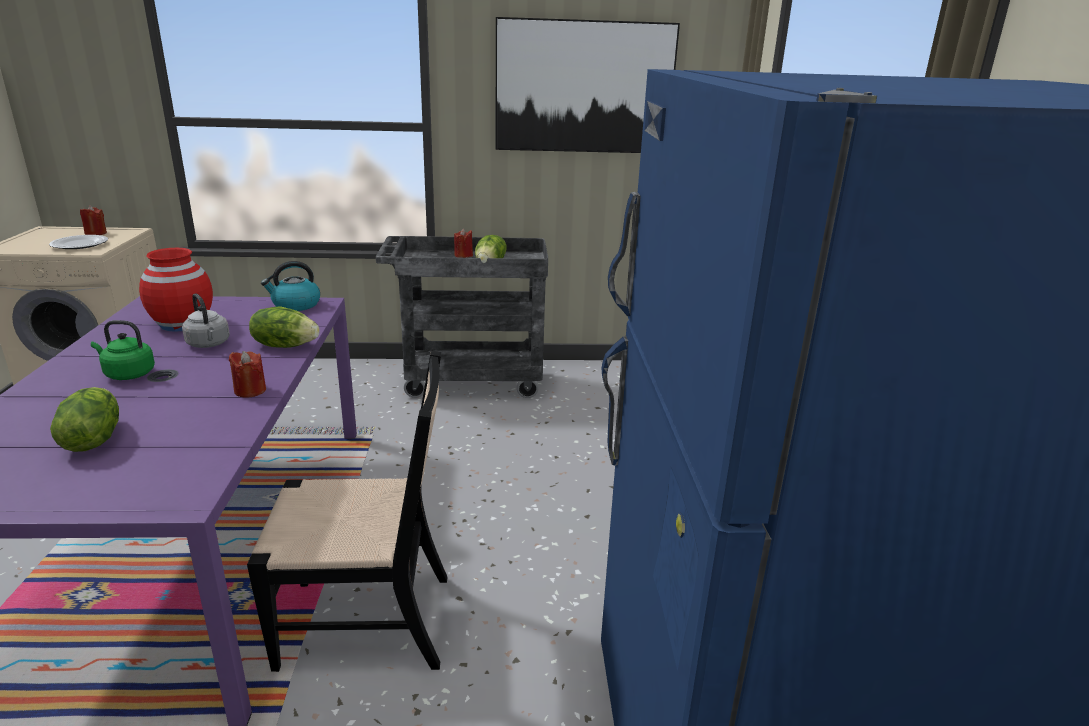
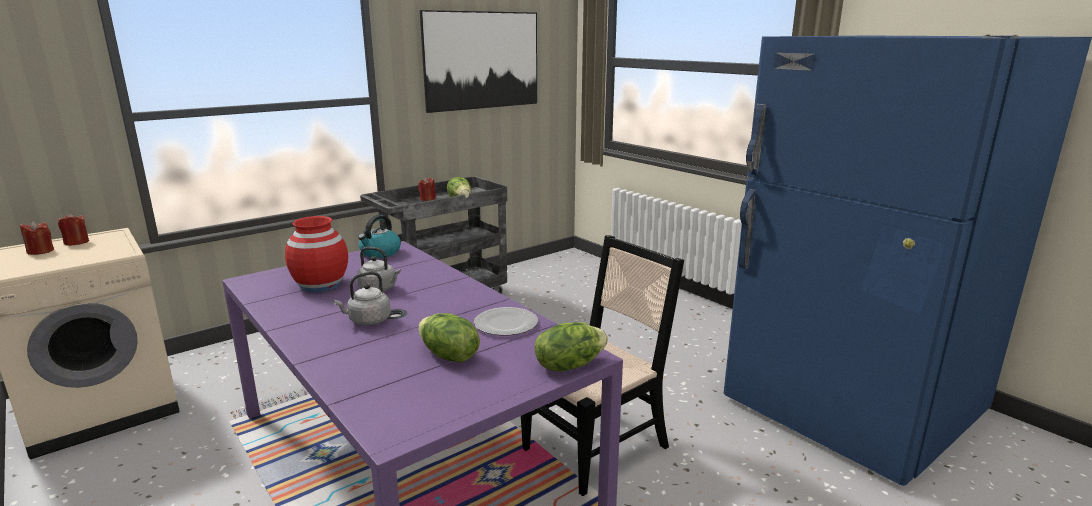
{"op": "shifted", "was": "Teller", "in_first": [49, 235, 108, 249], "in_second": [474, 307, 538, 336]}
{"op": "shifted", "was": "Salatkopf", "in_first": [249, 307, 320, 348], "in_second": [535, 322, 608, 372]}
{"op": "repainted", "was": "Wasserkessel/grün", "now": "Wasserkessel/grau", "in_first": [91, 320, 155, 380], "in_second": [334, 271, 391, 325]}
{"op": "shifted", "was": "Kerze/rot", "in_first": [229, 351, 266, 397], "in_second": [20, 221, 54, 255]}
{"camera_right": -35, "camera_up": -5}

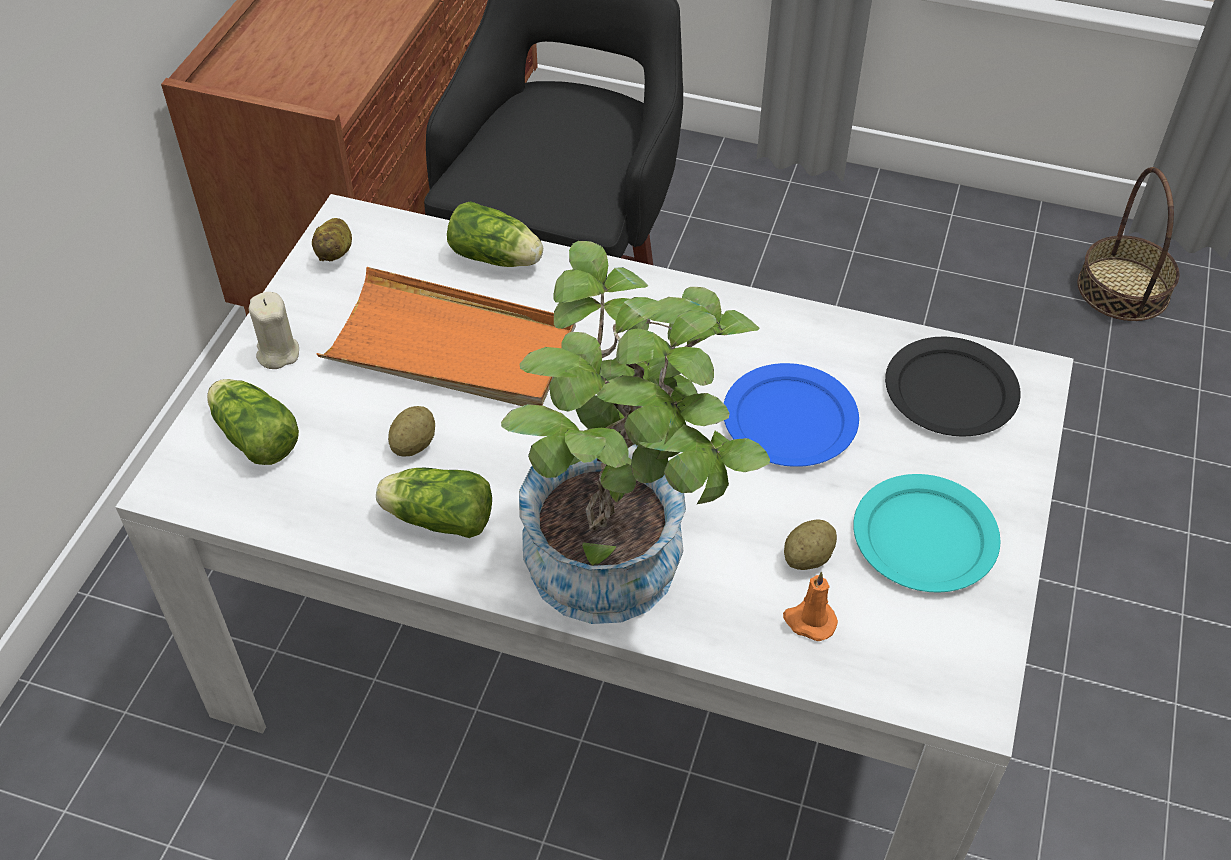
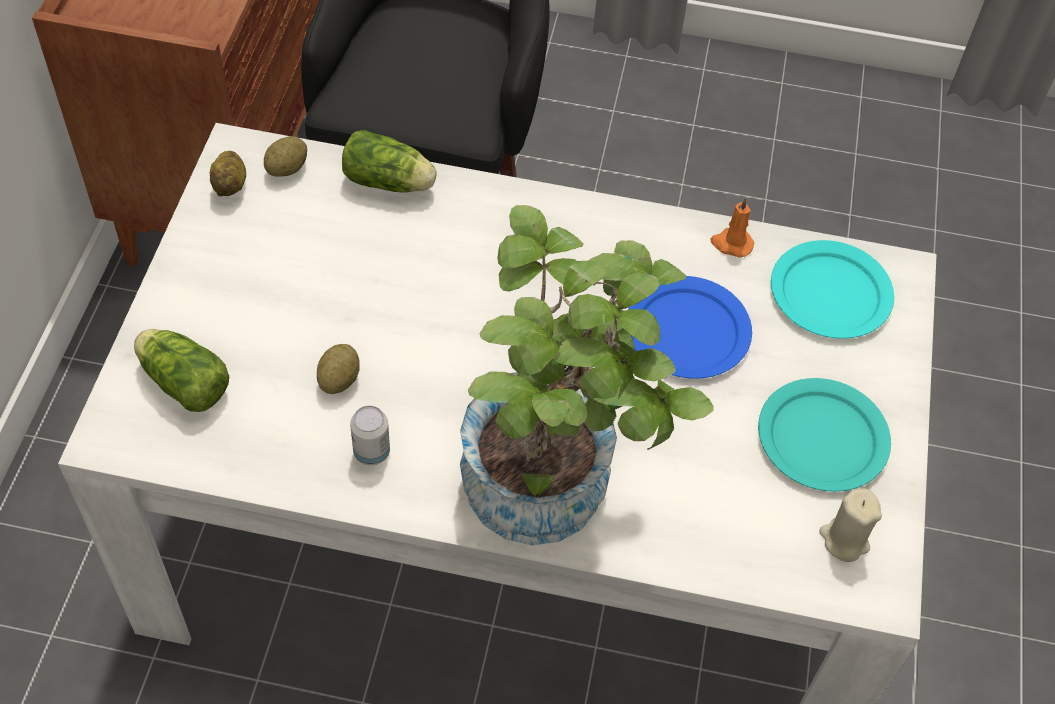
{"op": "gone", "was": "Korb", "in_first": [1078, 167, 1180, 321]}
{"op": "gone", "was": "Tablett/orange", "in_first": [317, 267, 576, 406]}
{"op": "shifted", "was": "Kerze/beige", "in_first": [249, 292, 299, 369], "in_second": [819, 488, 882, 562]}
{"op": "repainted", "was": "Teller/schwarz", "now": "Teller/türkis", "in_first": [885, 337, 1021, 437], "in_second": [771, 240, 894, 339]}
{"op": "swapped", "was": "Salatkopf", "now": "Dose", "in_first": [376, 468, 492, 538], "in_second": [350, 406, 390, 465]}
{"op": "shifted", "was": "Kartoffel", "in_first": [784, 520, 837, 570], "in_second": [264, 136, 307, 177]}
{"op": "shifted", "was": "Kerze/orange", "in_first": [783, 572, 838, 641], "in_second": [710, 198, 754, 257]}
{"camera_right": -10, "camera_up": 5}

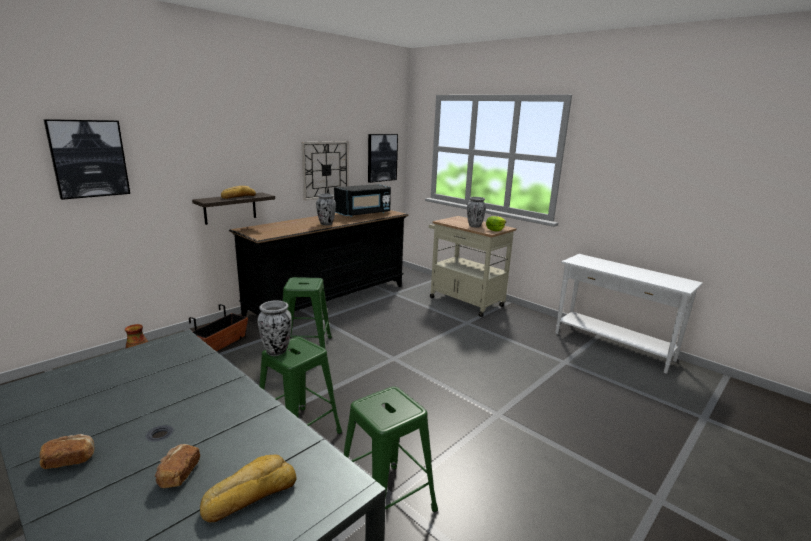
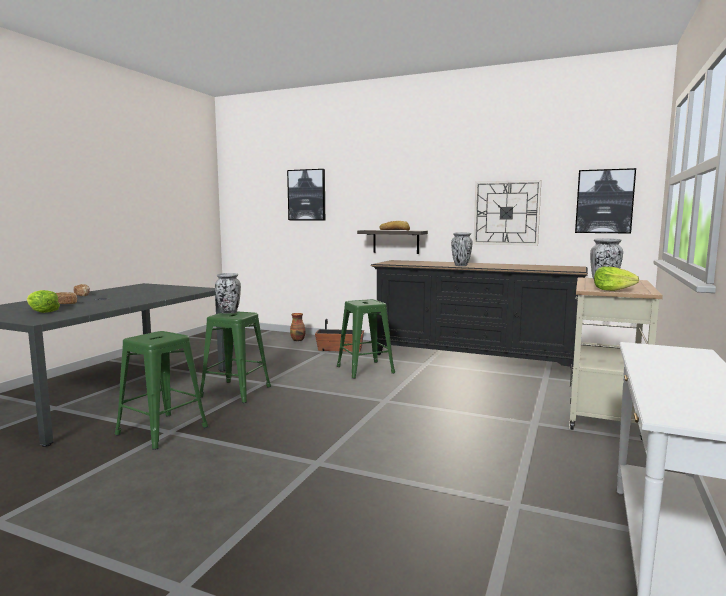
{"op": "gone", "was": "Mikrowelle/schwarz", "in_first": [334, 184, 391, 217]}
{"op": "swapped", "was": "Brot", "now": "Salatkopf", "in_first": [200, 455, 296, 522], "in_second": [27, 290, 60, 313]}
{"camera_right": 70, "camera_up": -10}

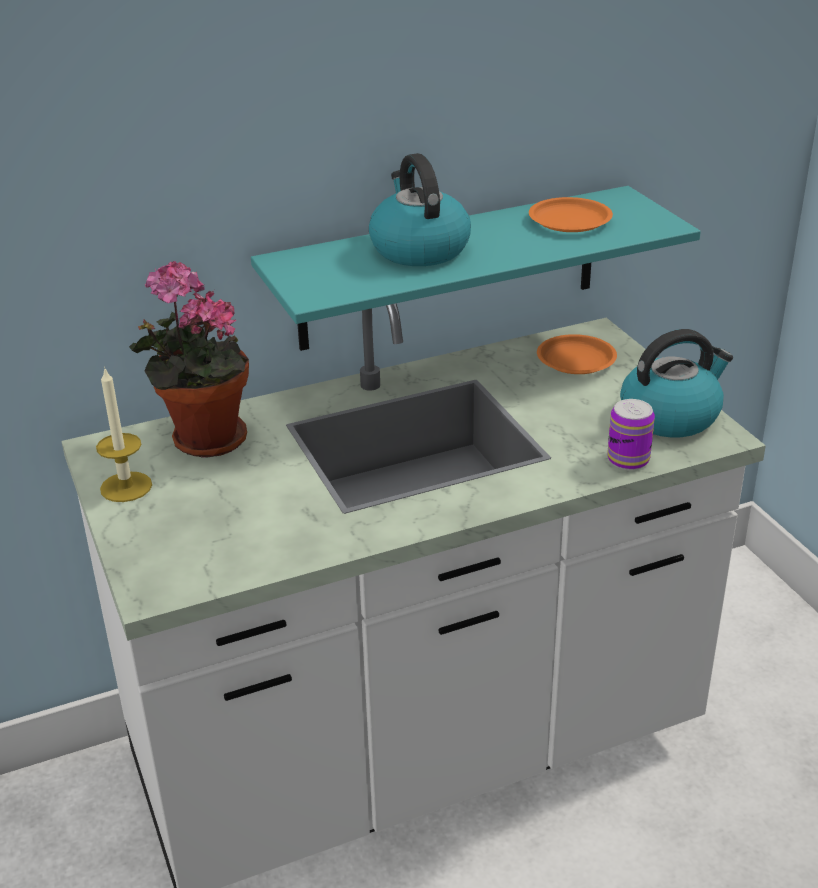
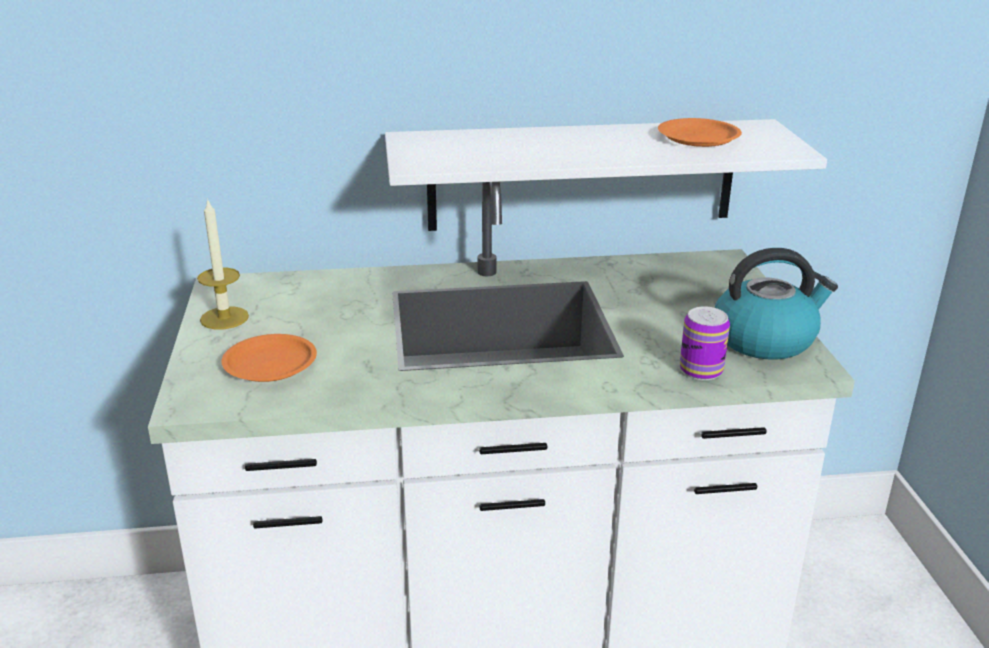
{"op": "gone", "was": "Wasserkessel", "in_first": [369, 153, 471, 266]}
{"op": "repainted", "was": "Wandregal/türkis", "now": "Wandregal/weiß", "in_first": [251, 186, 701, 351], "in_second": [385, 119, 827, 231]}
{"op": "gone", "was": "Topfpflanze", "in_first": [129, 261, 249, 458]}
{"op": "shifted", "was": "Teller/orange", "in_first": [537, 334, 617, 374], "in_second": [221, 334, 317, 382]}
{"camera_right": 15, "camera_up": -5}

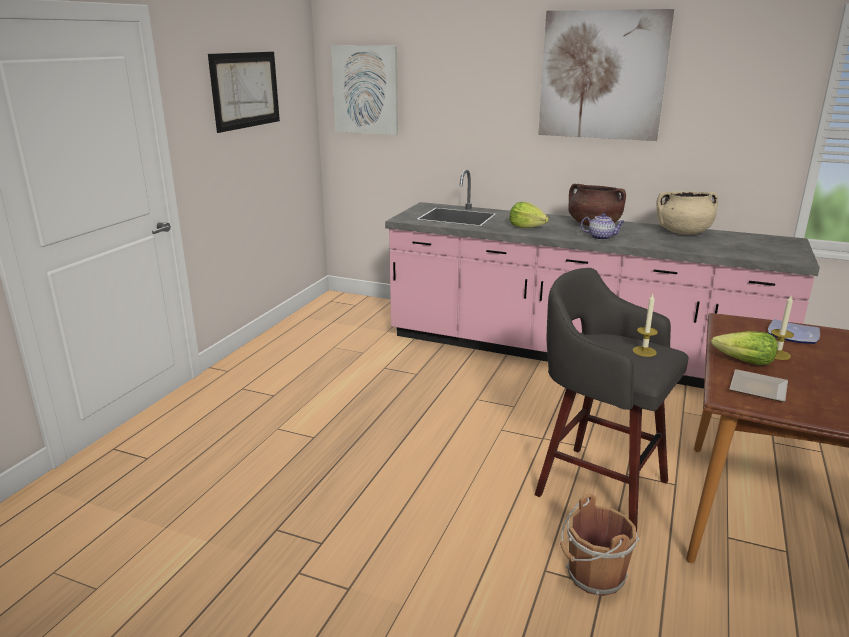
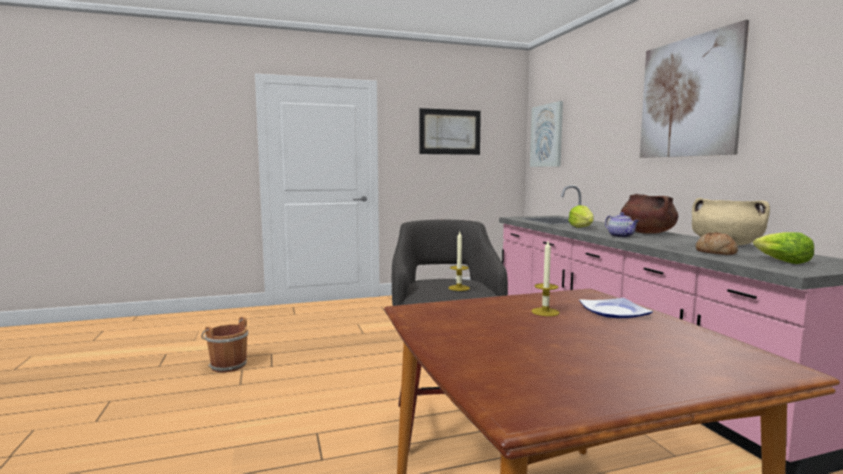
{"op": "shifted", "was": "Salatkopf", "in_first": [711, 331, 778, 365], "in_second": [753, 232, 814, 264]}
{"op": "gone", "was": "Teller", "in_first": [730, 369, 788, 402]}
{"op": "shifted", "was": "Eimer/braun", "in_first": [560, 494, 639, 596], "in_second": [201, 317, 248, 372]}
{"op": "new", "now": "Brot", "in_second": [695, 232, 738, 255]}
{"camera_right": 50, "camera_up": -15}

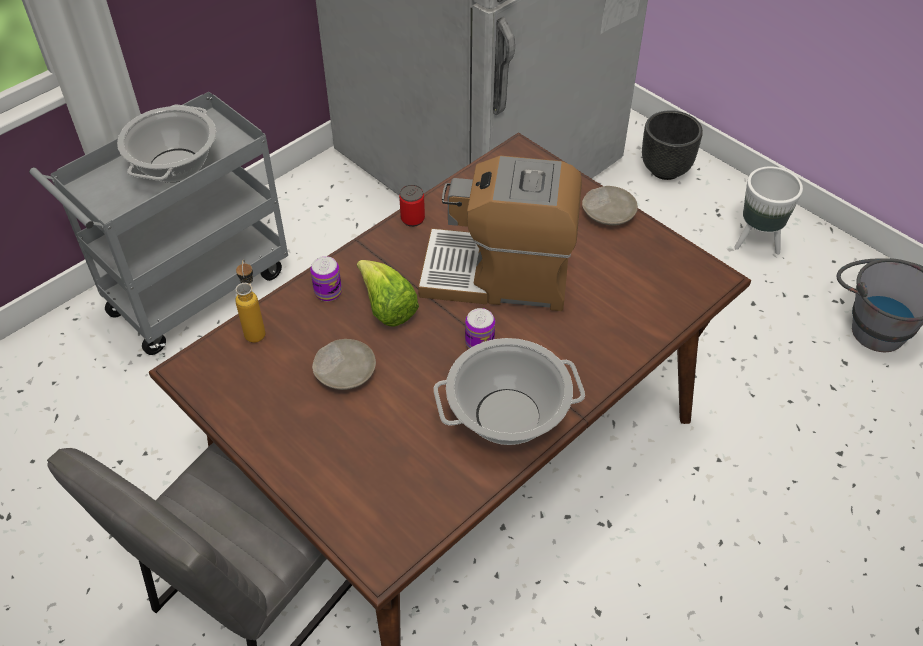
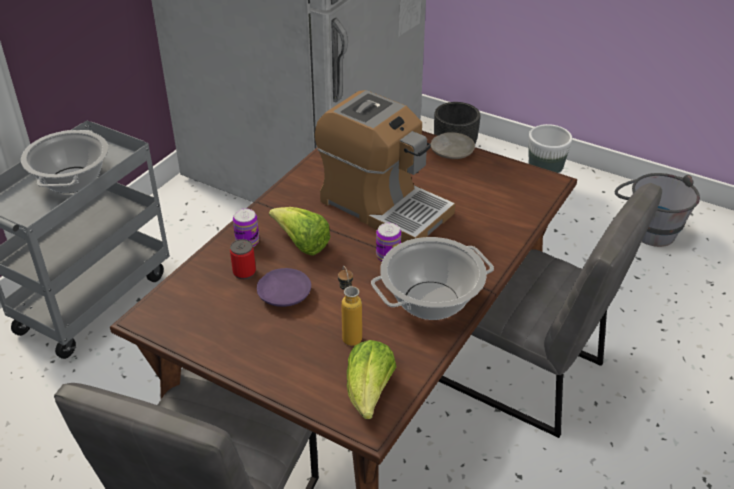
{"op": "rotated", "was": "Kaffeemaschine", "in_first": [418, 156, 582, 311], "in_second": [315, 90, 455, 242], "clockwise": -135}
{"op": "shifted", "was": "Dose", "in_first": [399, 185, 425, 227], "in_second": [230, 239, 256, 279]}
{"op": "shifted", "was": "Flasche", "in_first": [235, 259, 265, 343], "in_second": [338, 266, 362, 346]}
{"op": "repainted", "was": "Teller/beige", "now": "Teller/lila", "in_first": [312, 339, 376, 390], "in_second": [257, 268, 311, 307]}
{"op": "new", "now": "Stuhl/grau", "in_second": [439, 183, 662, 438]}
{"op": "new", "now": "Salatkopf", "in_second": [347, 340, 396, 419]}
{"camera_right": -15, "camera_up": -10}

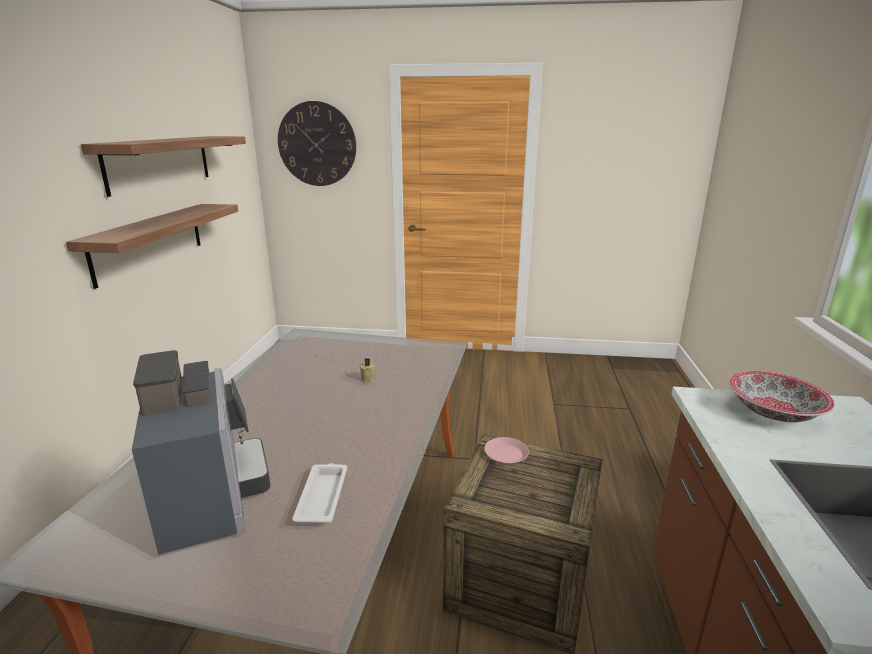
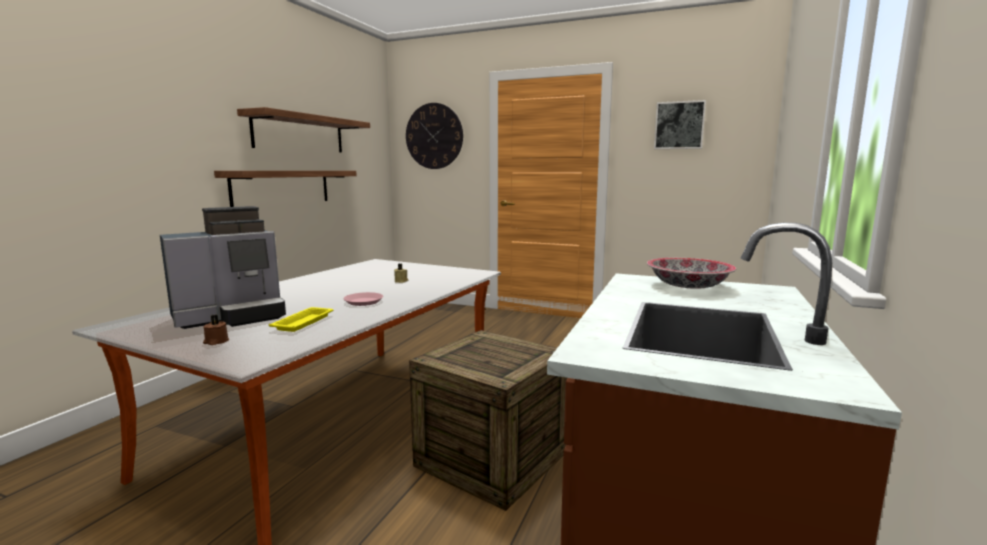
{"op": "rotated", "was": "Kaffeemaschine", "in_first": [132, 350, 270, 555], "in_second": [160, 206, 286, 329], "clockwise": 60}
{"op": "shifted", "was": "Teller/rosa", "in_first": [484, 437, 529, 465], "in_second": [343, 292, 383, 306]}
{"op": "repainted", "was": "Tablett/weiß", "now": "Tablett/gelb", "in_first": [292, 463, 347, 523], "in_second": [269, 307, 333, 332]}
{"op": "new", "now": "Bild", "in_second": [654, 100, 706, 149]}
{"op": "new", "now": "Kerze/braun", "in_second": [203, 315, 229, 345]}
{"camera_right": 15, "camera_up": -10}

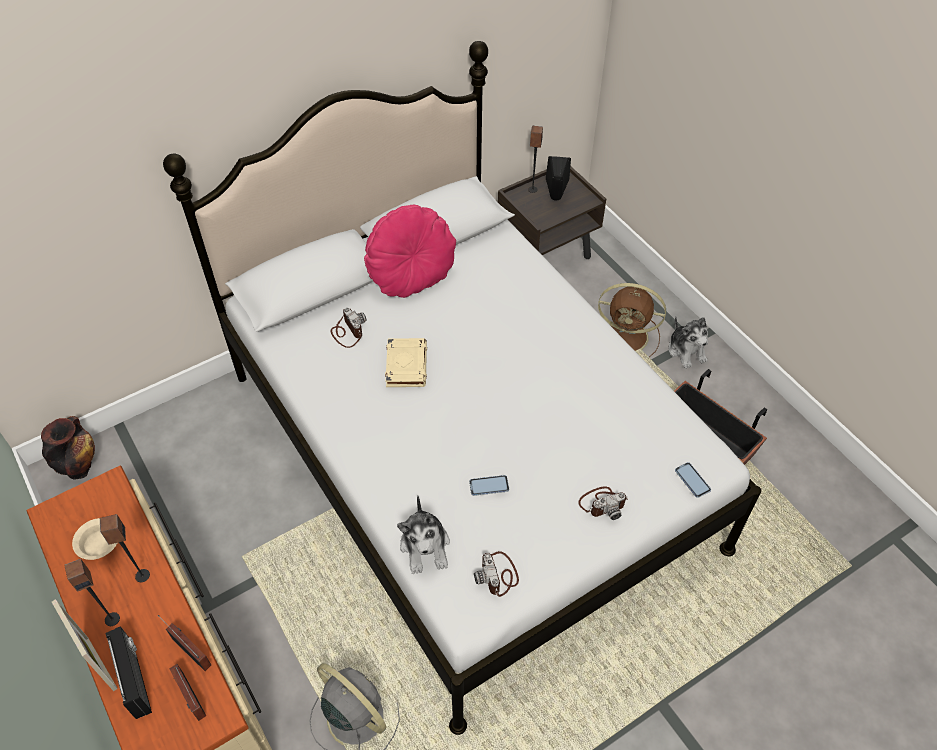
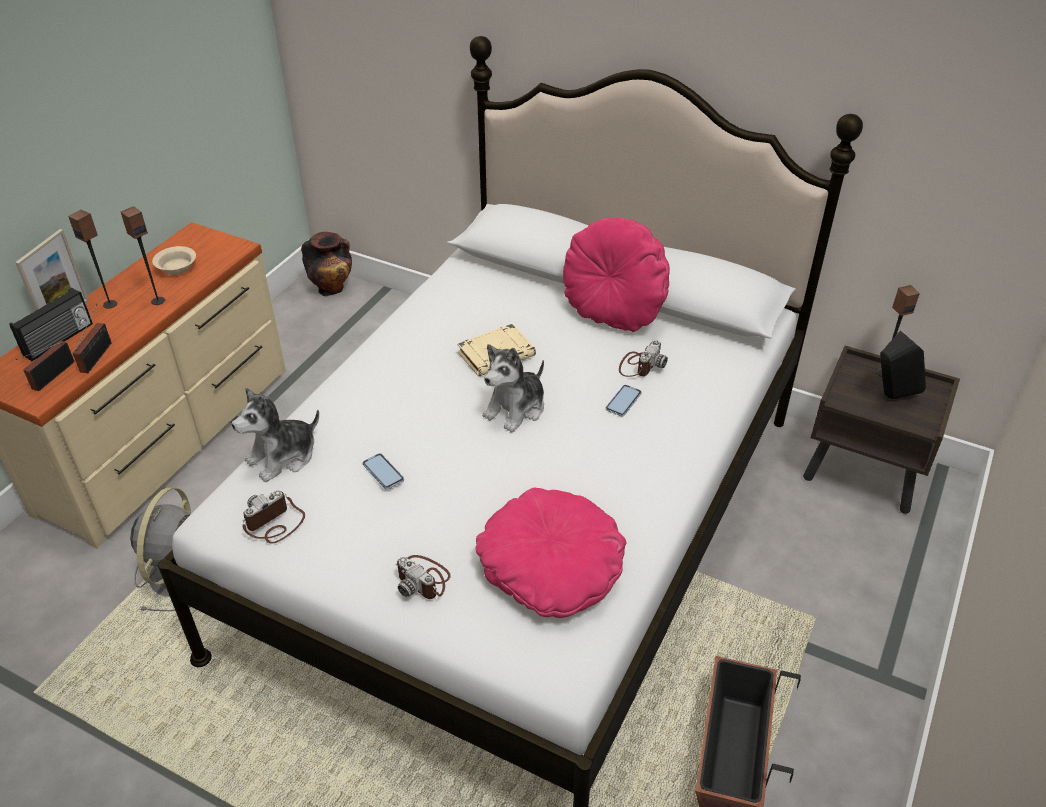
{"op": "gone", "was": "Ventilator/braun", "in_first": [598, 283, 666, 358]}
{"op": "shifted", "was": "Kamera", "in_first": [331, 308, 367, 348], "in_second": [619, 340, 668, 377]}
{"op": "shifted", "was": "Plüschtier", "in_first": [668, 317, 708, 369], "in_second": [482, 344, 544, 432]}
{"op": "shifted", "was": "Handy", "in_first": [675, 462, 711, 498], "in_second": [605, 385, 642, 416]}
{"op": "new", "now": "Kissen/rosa", "in_second": [476, 488, 626, 618]}
{"camera_right": 60, "camera_up": -10}

